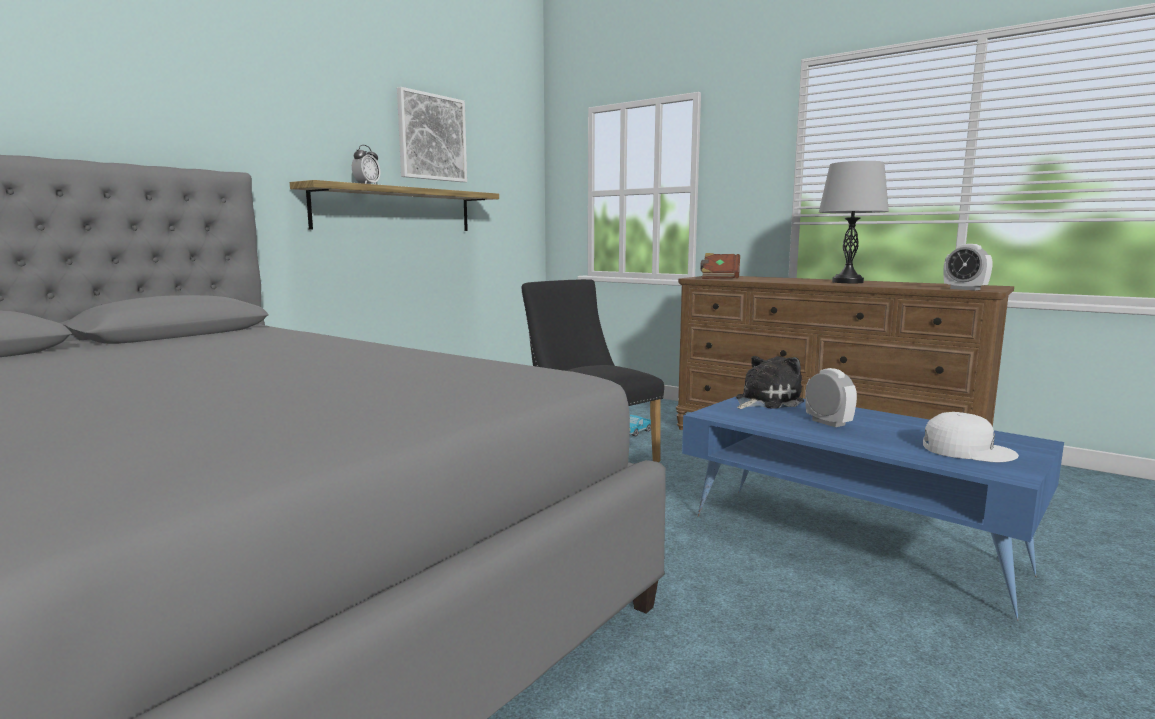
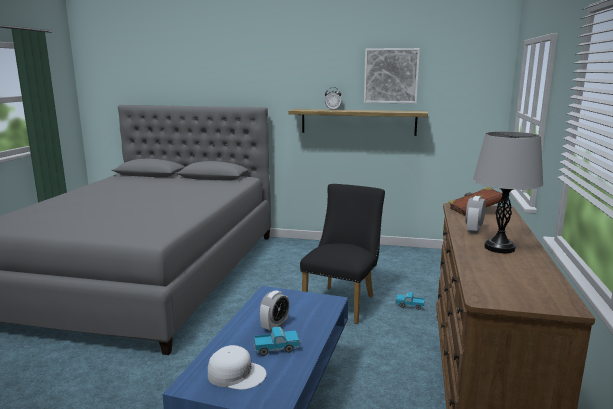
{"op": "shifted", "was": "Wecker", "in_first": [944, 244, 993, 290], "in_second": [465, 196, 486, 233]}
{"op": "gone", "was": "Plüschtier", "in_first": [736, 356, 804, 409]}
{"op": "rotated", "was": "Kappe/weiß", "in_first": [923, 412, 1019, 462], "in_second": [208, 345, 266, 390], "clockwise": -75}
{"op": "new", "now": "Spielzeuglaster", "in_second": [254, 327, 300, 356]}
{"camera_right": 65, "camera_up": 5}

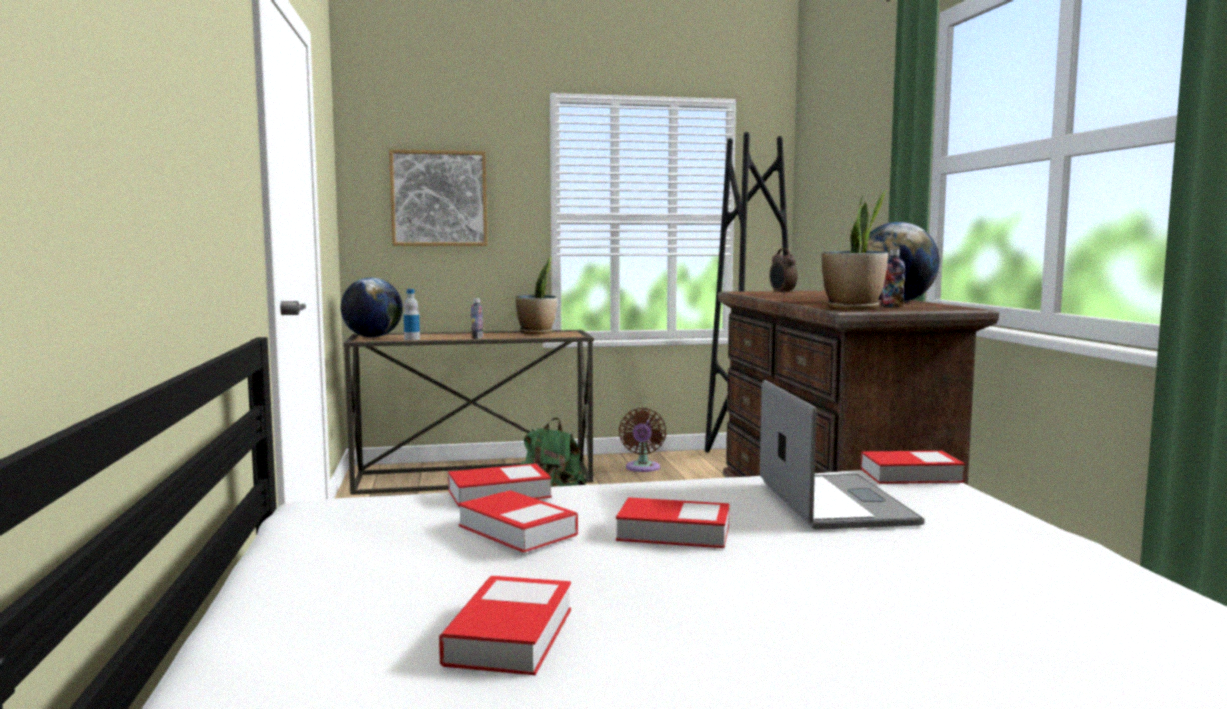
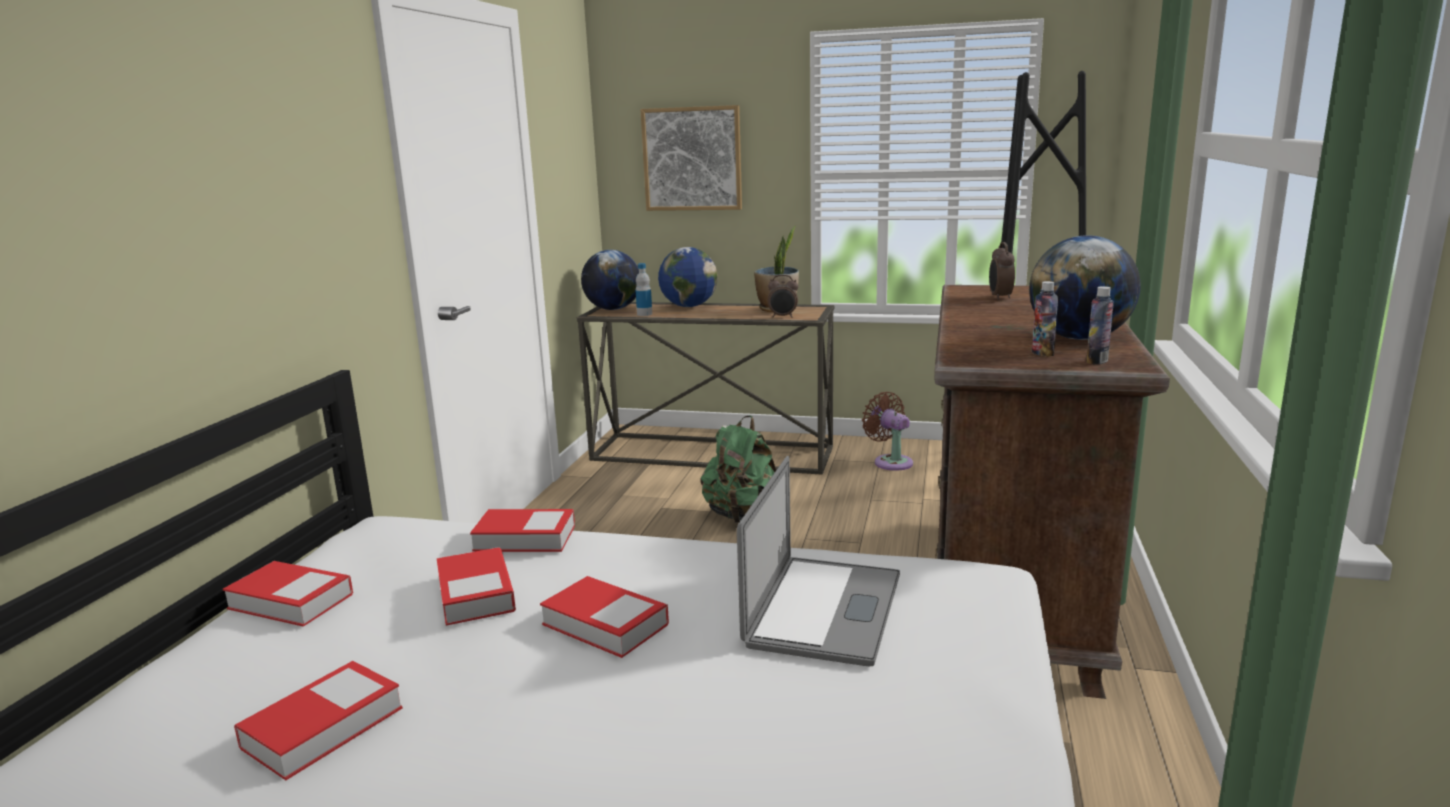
{"op": "gone", "was": "Topfpflanze", "in_first": [822, 189, 888, 310]}
{"op": "shifted", "was": "Flasche", "in_first": [471, 298, 483, 339], "in_second": [1086, 286, 1114, 365]}
{"op": "rotated", "was": "Ventilator/braun", "in_first": [619, 408, 666, 472], "in_second": [862, 392, 913, 471], "clockwise": 120}
{"op": "shifted", "was": "Buch", "in_first": [861, 451, 965, 484], "in_second": [223, 561, 353, 627]}
{"op": "new", "now": "Globus", "in_second": [658, 247, 718, 307]}
{"op": "new", "now": "Wecker", "in_second": [767, 275, 798, 318]}
{"camera_right": 25, "camera_up": 10}

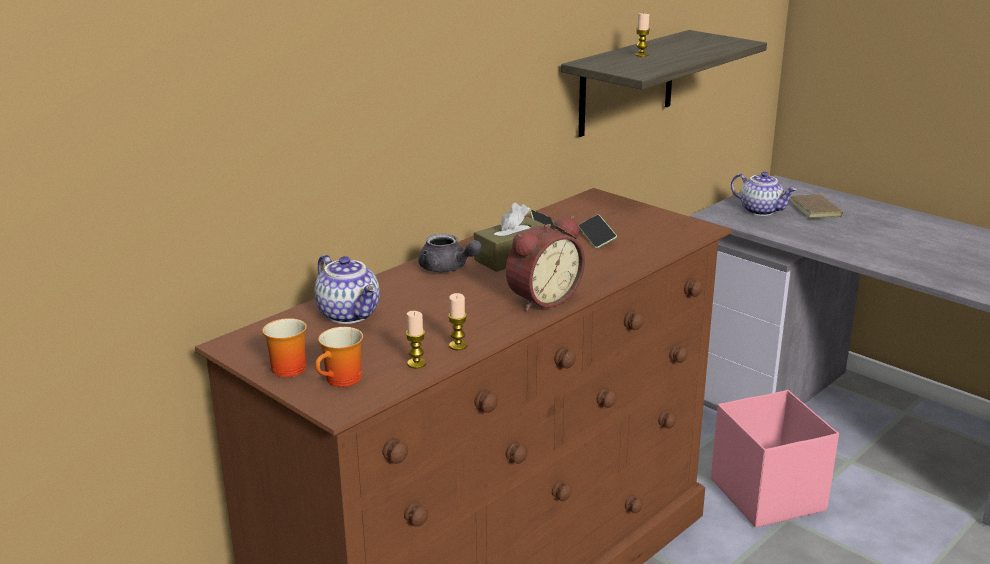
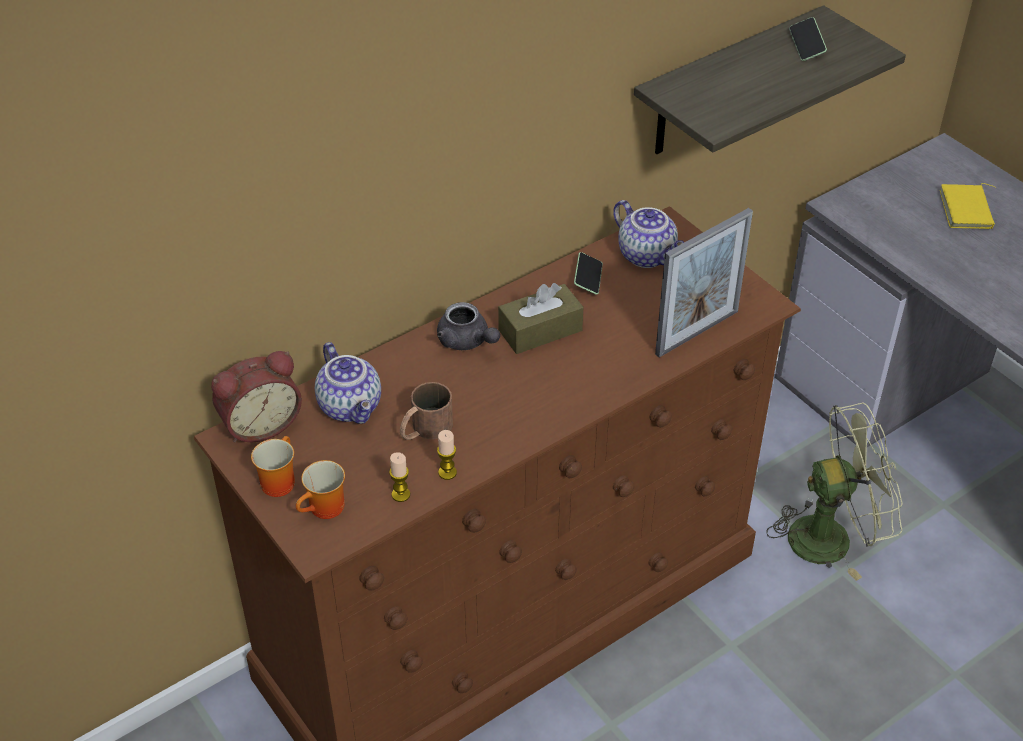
{"op": "gone", "was": "Kerze", "in_first": [635, 13, 650, 57]}
{"op": "shifted", "was": "Teekanne", "in_first": [731, 172, 797, 216], "in_second": [613, 200, 684, 268]}
{"op": "repainted", "was": "Buch/braun", "now": "Buch/gelb", "in_first": [790, 193, 843, 219], "in_second": [940, 183, 996, 229]}
{"op": "shifted", "was": "Handy", "in_first": [578, 215, 617, 248], "in_second": [789, 17, 827, 61]}
{"op": "shifted", "was": "Wecker", "in_first": [506, 216, 585, 311], "in_second": [211, 351, 302, 442]}
{"op": "swapped", "was": "Aufbewahrungsbox/rosa", "now": "Ventilator/grün", "in_first": [711, 390, 839, 528], "in_second": [766, 402, 903, 581]}
{"op": "new", "now": "Bilderrahmen", "in_second": [655, 208, 753, 357]}
{"op": "new", "now": "Henkelbecher/braun", "in_second": [400, 382, 453, 440]}
{"camera_right": 10, "camera_up": 20}

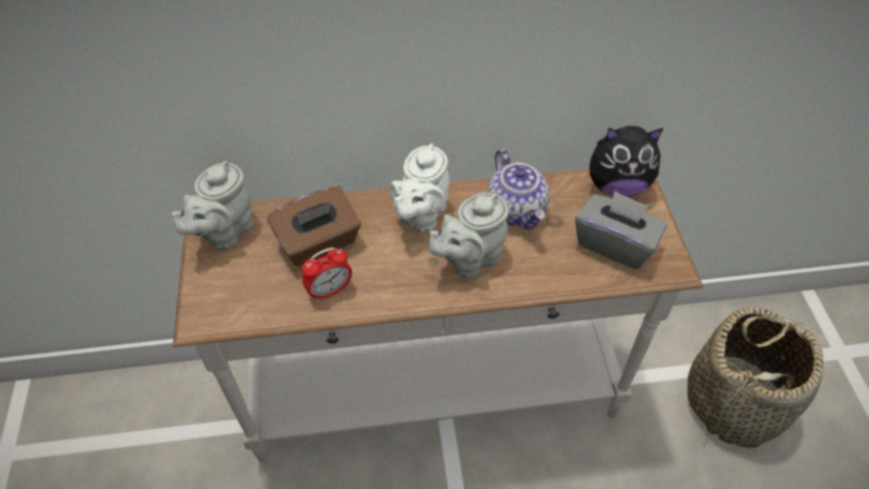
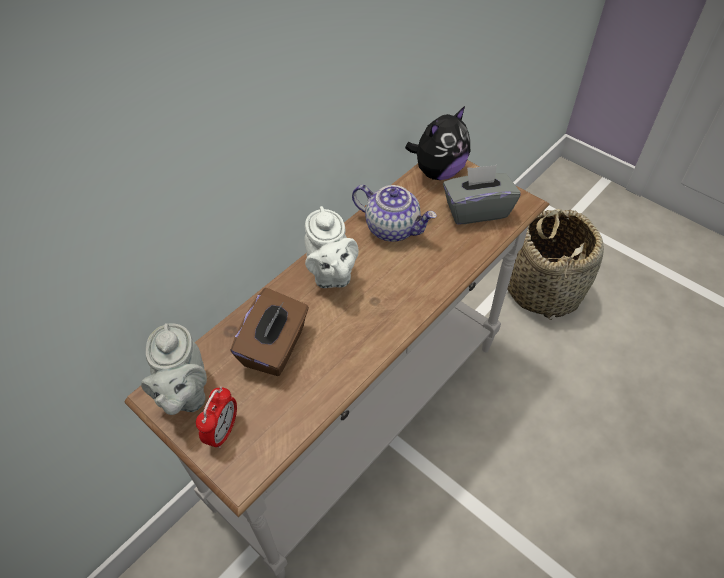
{"op": "gone", "was": "Teekanne/grau", "in_first": [429, 193, 509, 278]}
{"op": "shifted", "was": "Wecker", "in_first": [302, 247, 352, 301], "in_second": [196, 387, 237, 448]}
{"camera_right": -40, "camera_up": 0}

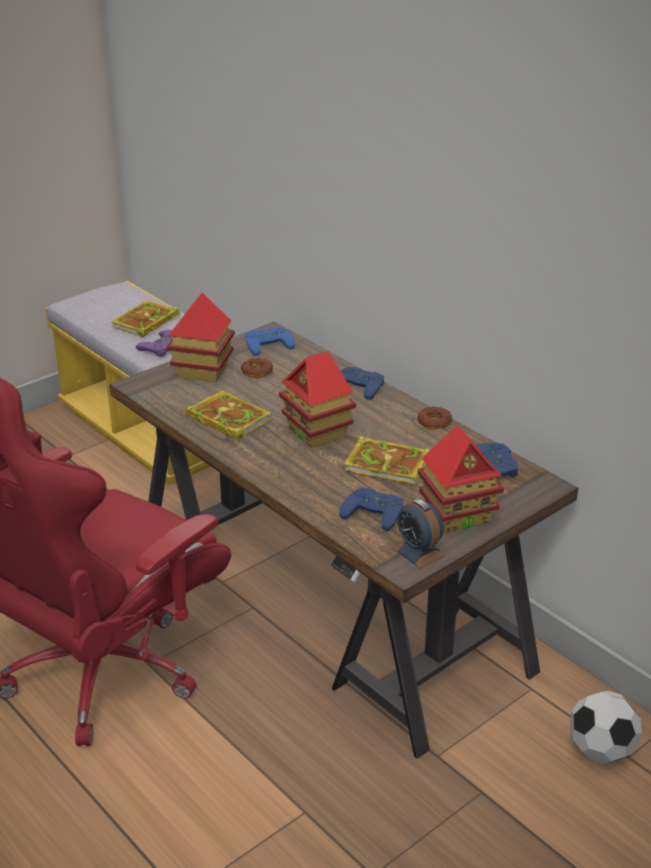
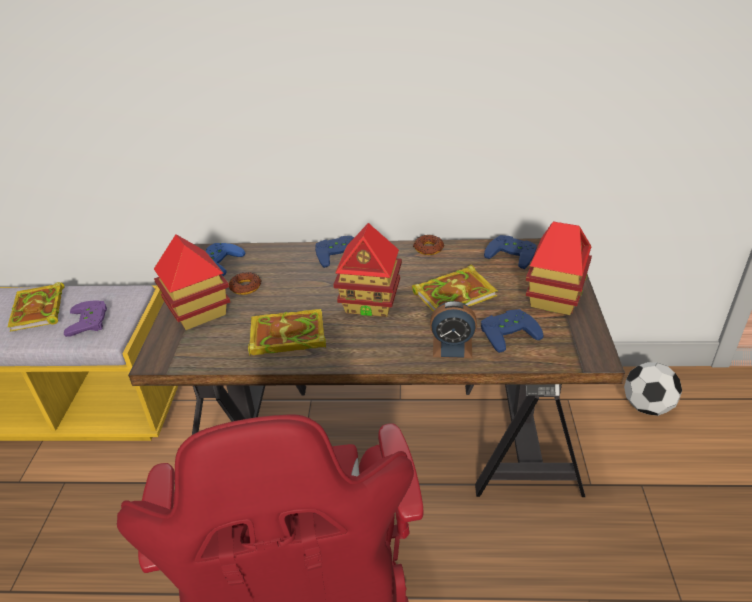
{"op": "shifted", "was": "Wecker", "in_first": [392, 499, 446, 569], "in_second": [430, 301, 477, 358]}
{"camera_right": -45, "camera_up": 5}

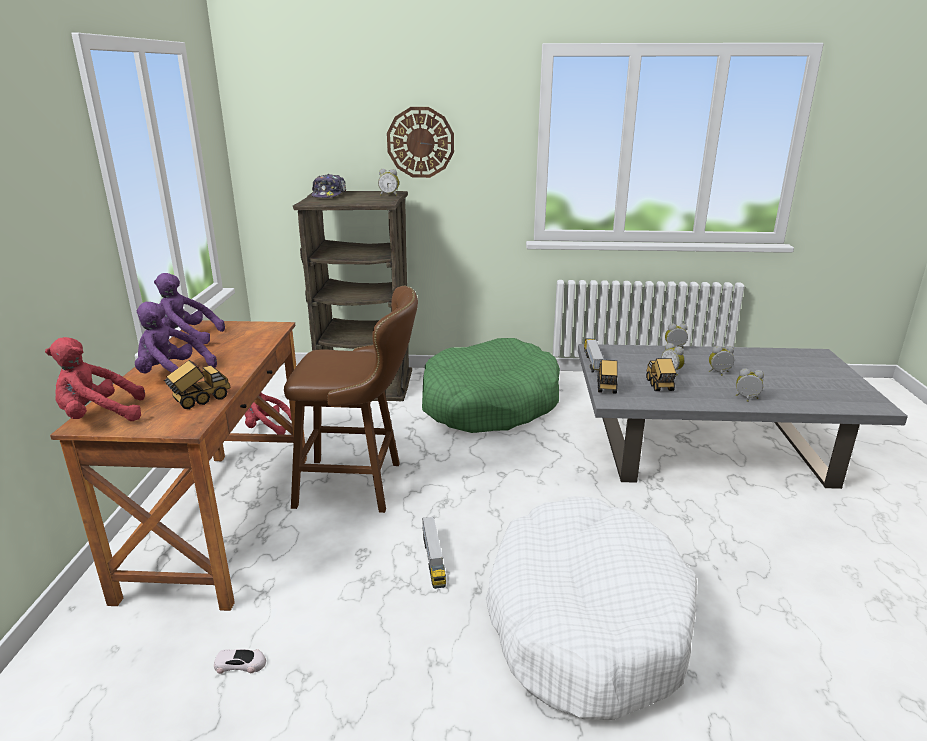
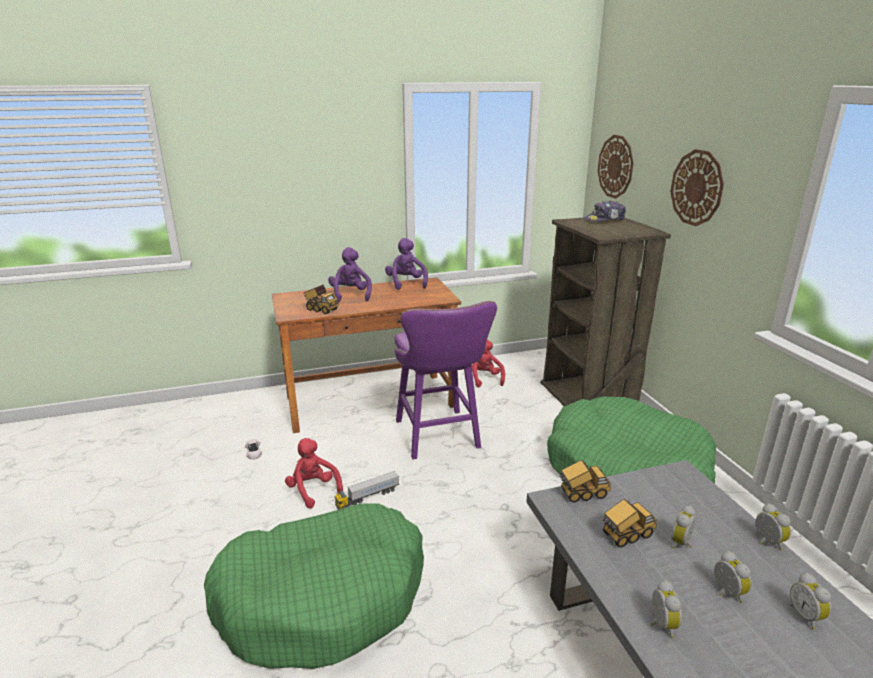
{"op": "shifted", "was": "Wecker", "in_first": [378, 169, 399, 196], "in_second": [790, 572, 831, 630]}
{"op": "repainted", "was": "Hocker/braun", "now": "Hocker/lila", "in_first": [284, 286, 418, 513], "in_second": [395, 301, 497, 460]}
{"op": "shifted", "was": "Plüschtier/rot", "in_first": [45, 337, 145, 421], "in_second": [285, 438, 343, 509]}
{"op": "gone", "was": "Spielzeuglaster", "in_first": [584, 338, 604, 372]}
{"op": "repainted", "was": "Hundebett/weiß", "now": "Hundebett/grün", "in_first": [486, 496, 697, 720], "in_second": [204, 503, 424, 669]}
{"op": "new", "now": "Wanduhr", "in_second": [598, 135, 634, 199]}
{"camera_right": 70, "camera_up": 0}

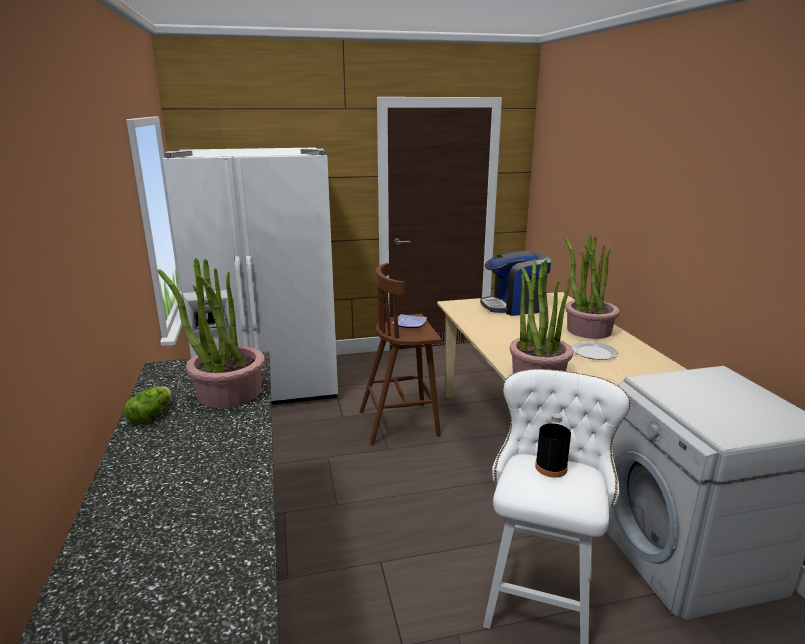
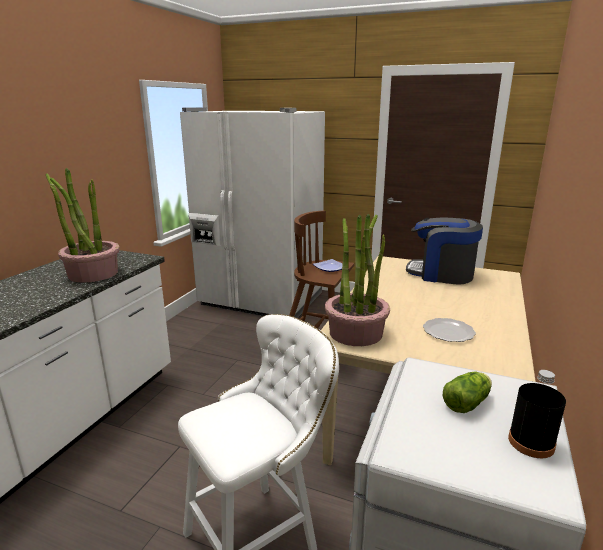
{"op": "gone", "was": "Topfpflanze", "in_first": [565, 235, 620, 339]}
{"op": "shifted", "was": "Salatkopf", "in_first": [124, 387, 172, 424], "in_second": [443, 372, 492, 413]}
{"op": "shifted", "was": "Flasche/schwarz", "in_first": [535, 413, 571, 477], "in_second": [508, 370, 566, 458]}
{"camera_right": 35, "camera_up": 0}

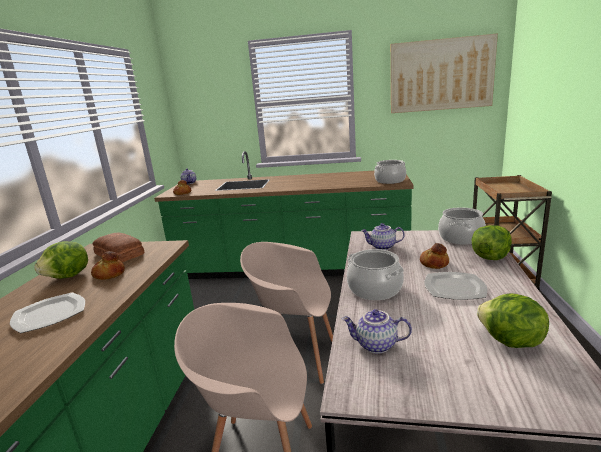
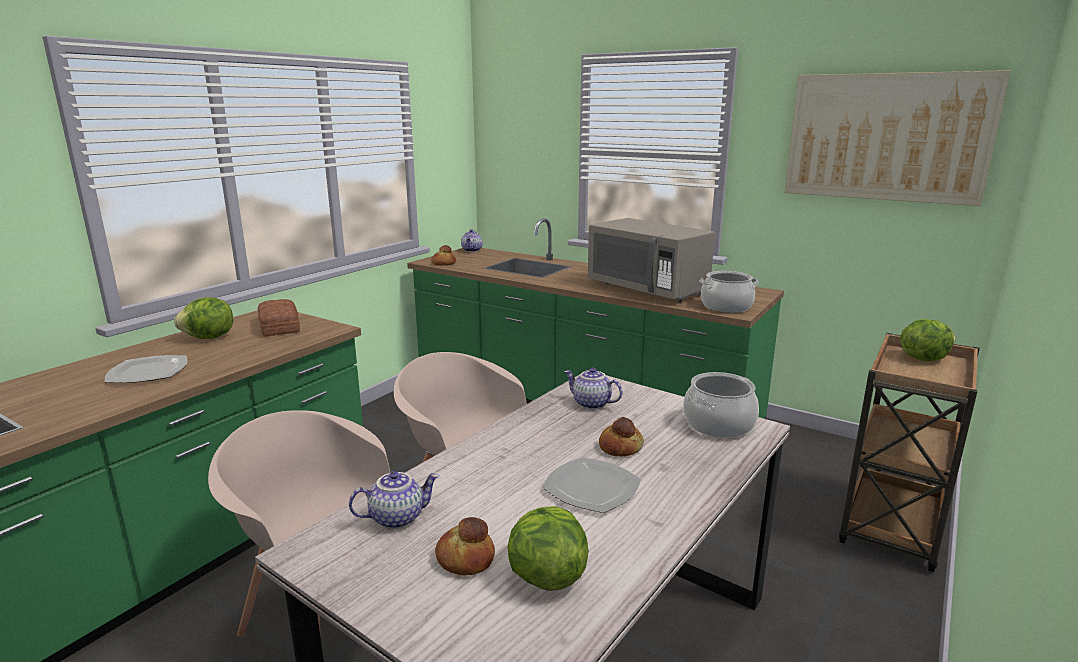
{"op": "shifted", "was": "Salatkopf", "in_first": [471, 225, 512, 260], "in_second": [900, 319, 955, 362]}
{"op": "gone", "was": "Kochtopf", "in_first": [347, 249, 404, 300]}
{"op": "shifted", "was": "Brot", "in_first": [91, 251, 125, 280], "in_second": [435, 517, 495, 575]}
{"op": "rotated", "was": "Teekanne", "in_first": [342, 309, 412, 354], "in_second": [349, 471, 439, 529], "clockwise": 120}
{"op": "new", "now": "Mikrowelle/grau", "in_second": [588, 218, 715, 302]}
{"camera_right": 25, "camera_up": 0}

